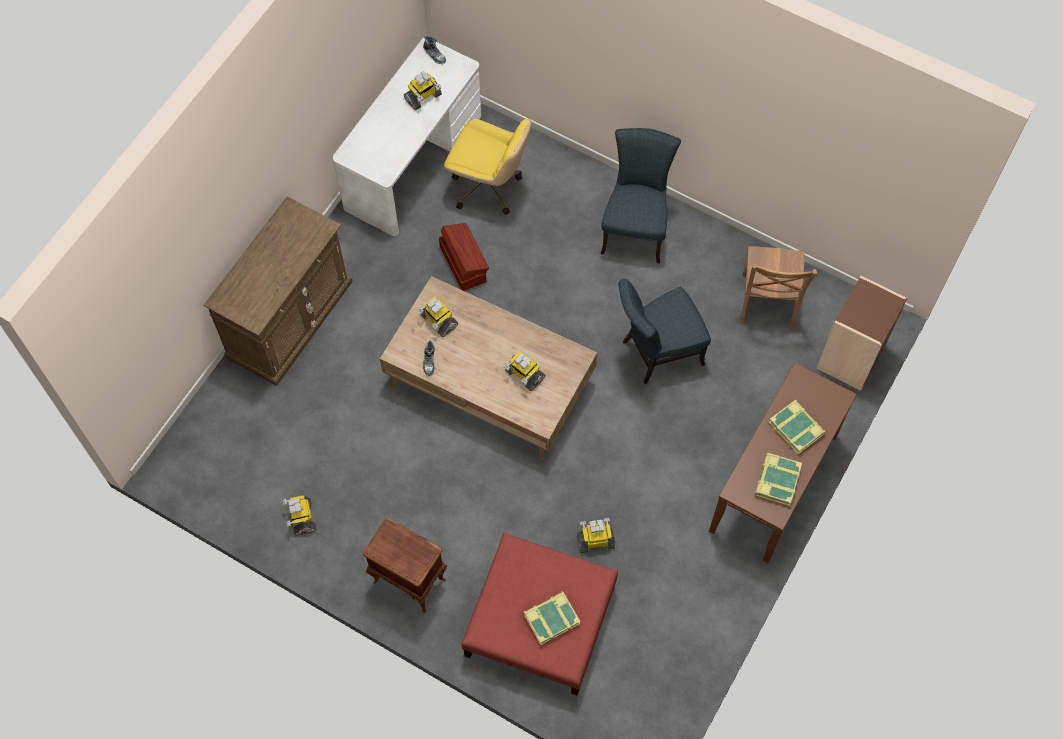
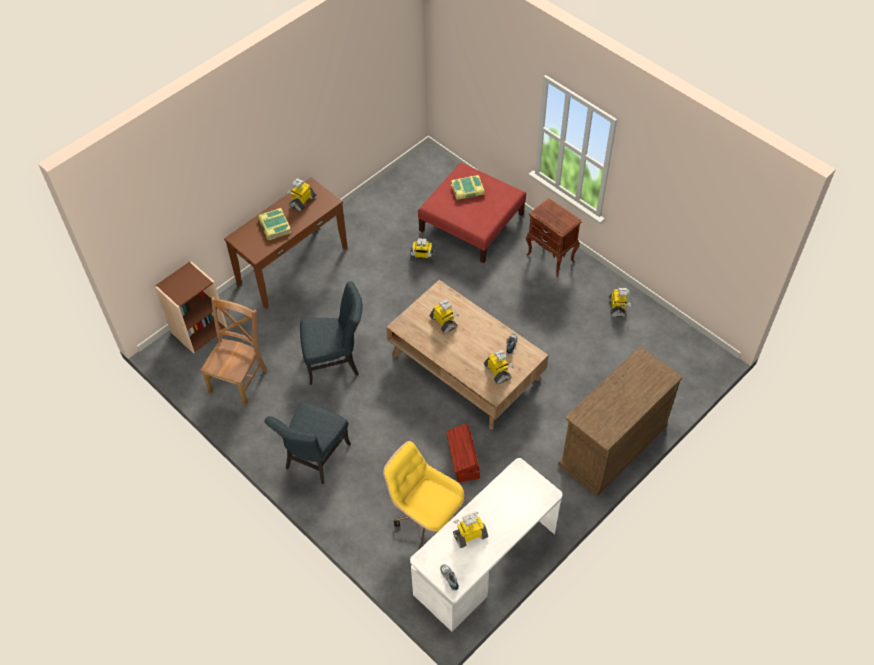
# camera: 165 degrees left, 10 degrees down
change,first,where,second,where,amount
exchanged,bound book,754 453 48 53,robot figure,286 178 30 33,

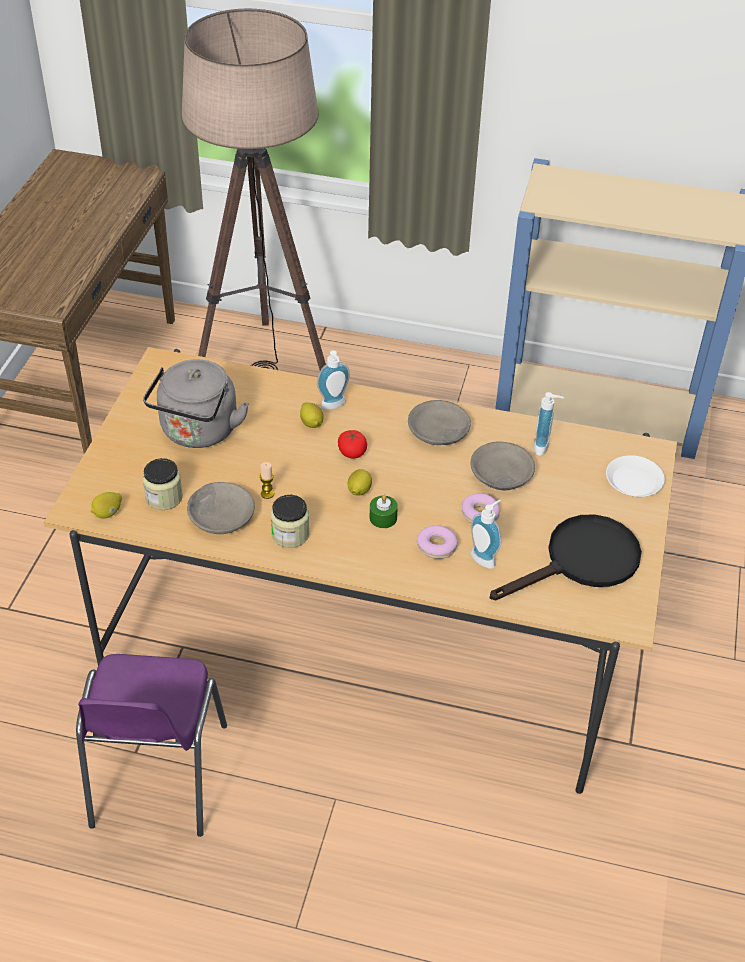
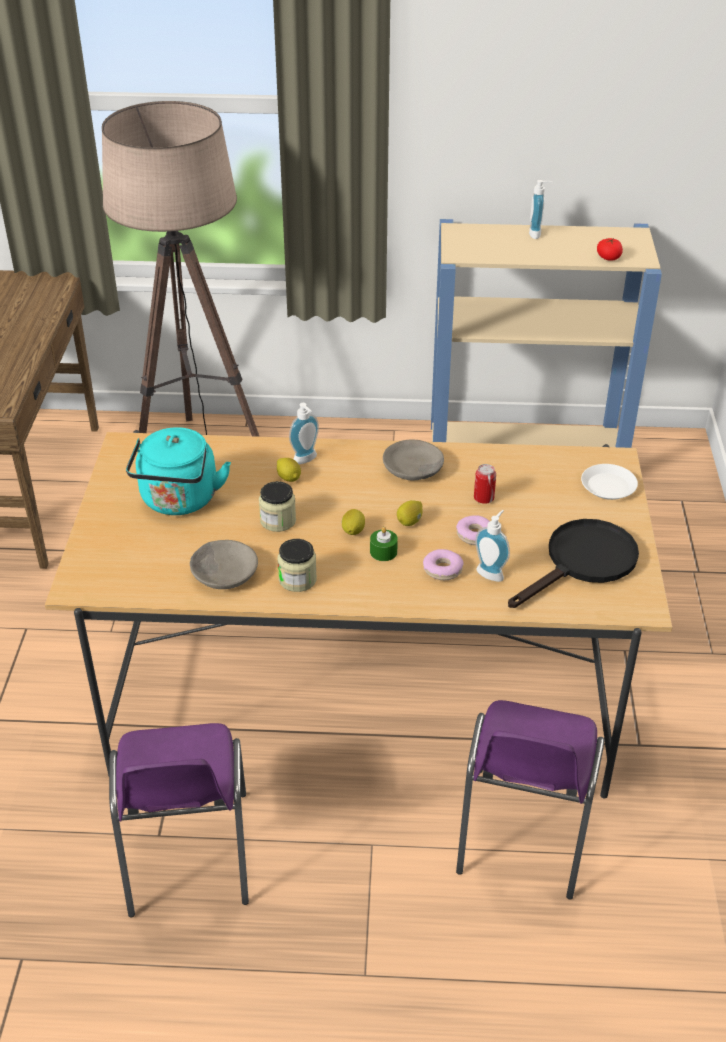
# camera: 10 degrees left, 5 degrees down
change,first,where,second,where,amount
colour,gray water kettle,143 359 106 89,turquoise-coloured water kettle,126 427 105 88,
relocated,soap dispenser,534 392 30 64,,529 180 23 59,
relocated,fresh tomato,338 430 29 29,,597 238 26 23,
exchanged,gray deep dish,470 442 65 48,sealed can,474 464 22 40,
relocated,preserve jar,142 458 41 52,,259 481 37 51,
missing,candle,260 462 14 37,,,
relocated,lemon,91 492 31 27,,397 500 26 26,
appeared,,,purple-coloured upright chair,456 700 148 199,

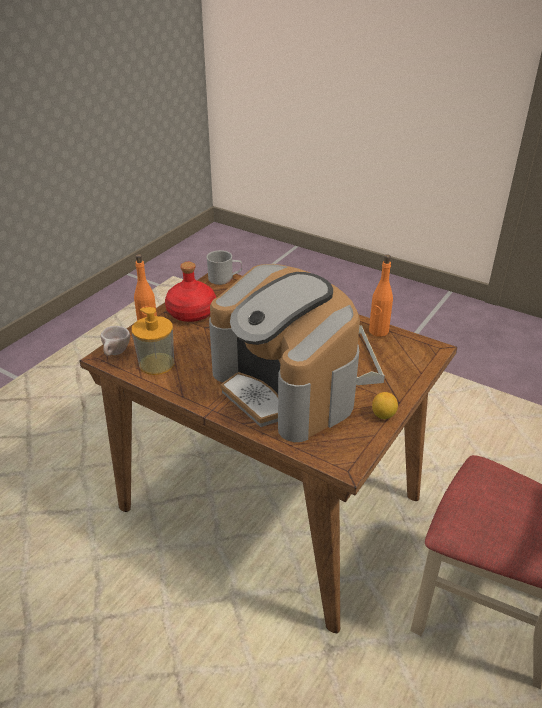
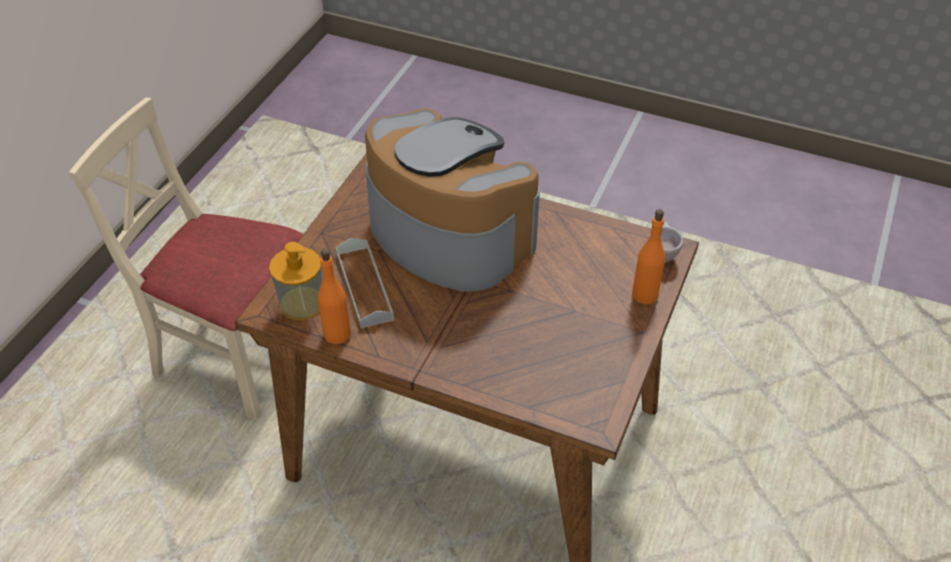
# camera: 170 degrees right, 10 degrees up
change,first,where,second,where,amount
missing,gray tea mug,206 250 36 35,,,
missing,reddish drink bottle,165 262 51 60,,,
relocated,soap dispenser,132 307 42 68,,269 242 54 78,
missing,lemon,372 392 26 27,,,

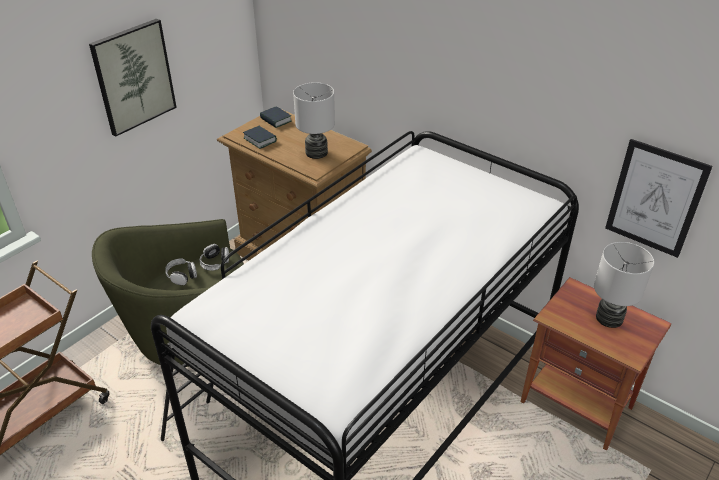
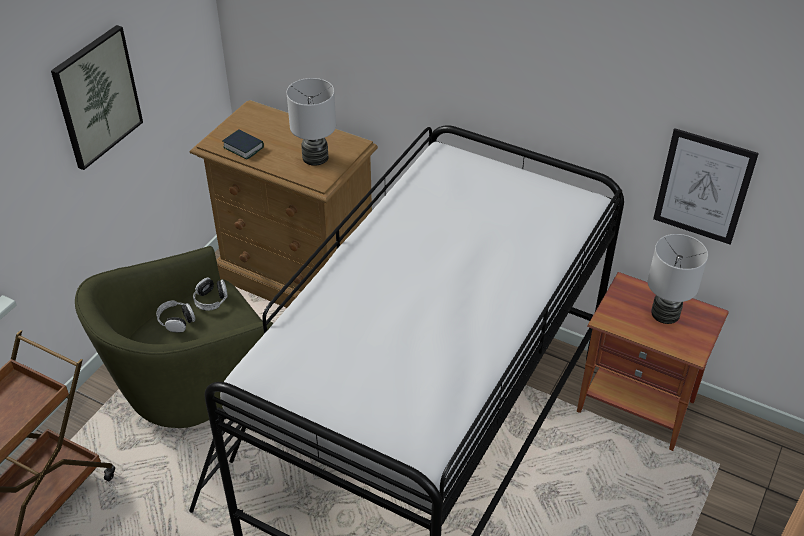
# camera: 10 degrees left, 5 degrees up
change,first,where,second,where,amount
missing,bound book,260 106 32 22,,,

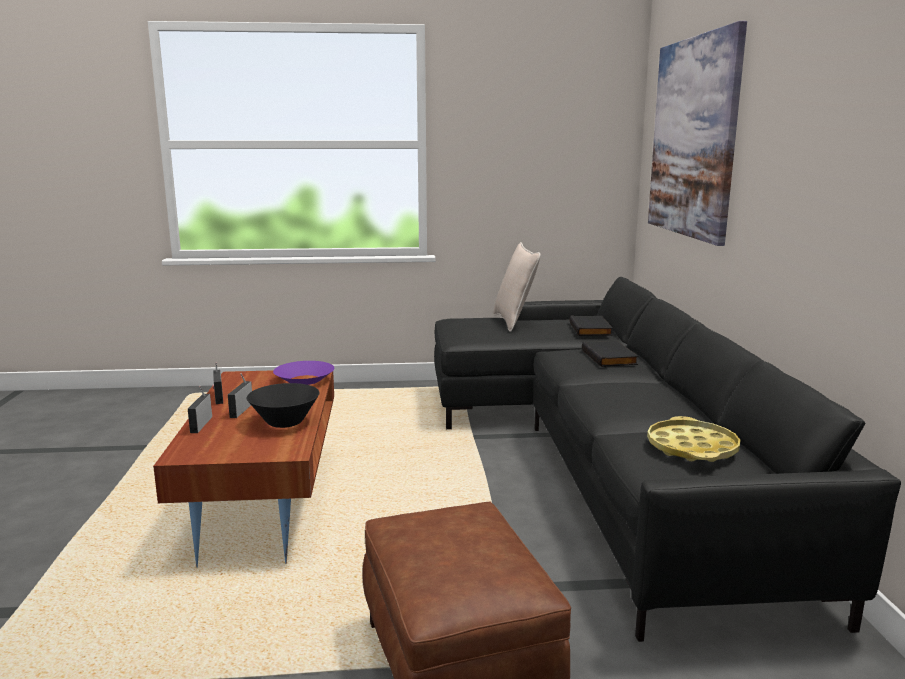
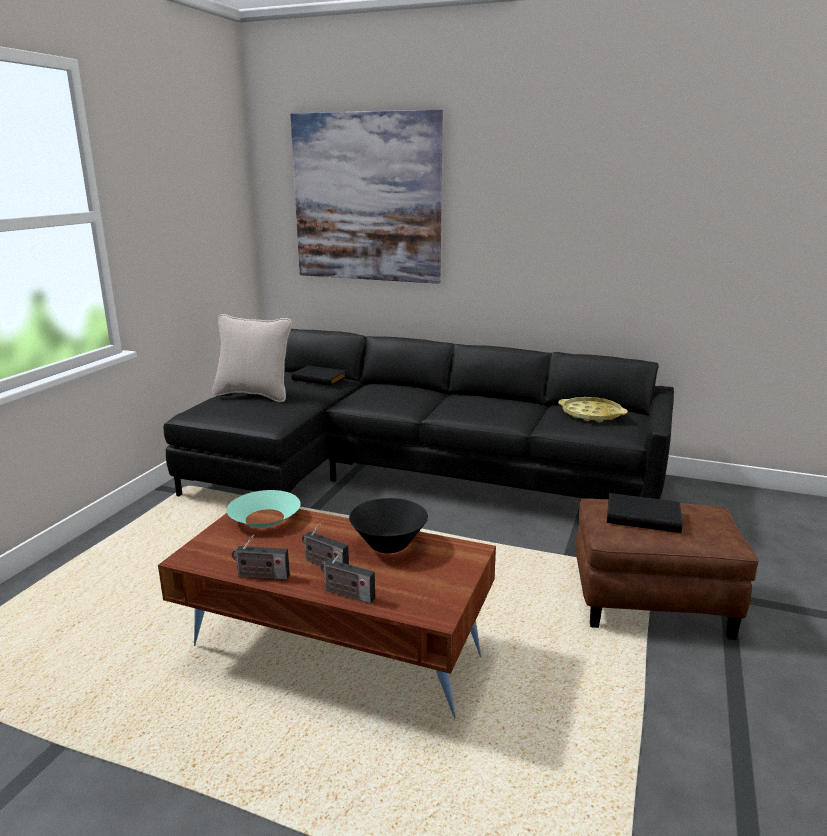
# camera: 65 degrees left, 5 degrees up
change,first,where,second,where,amount
relocated,black bound book,582 341 57 26,,607 493 76 40,
colour,purple-coloured deep dish,273 361 61 24,turquoise-coloured deep dish,226 490 75 38,

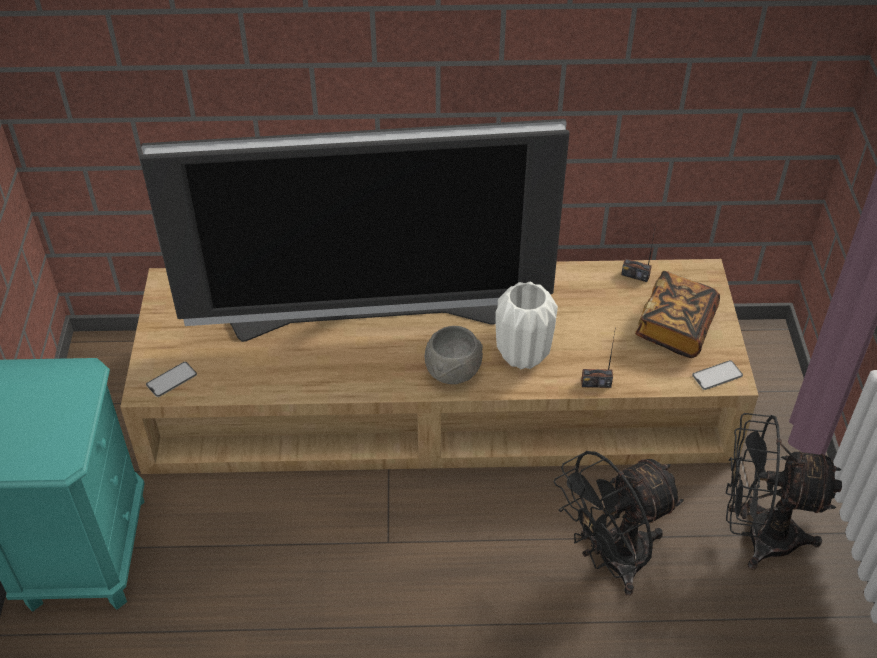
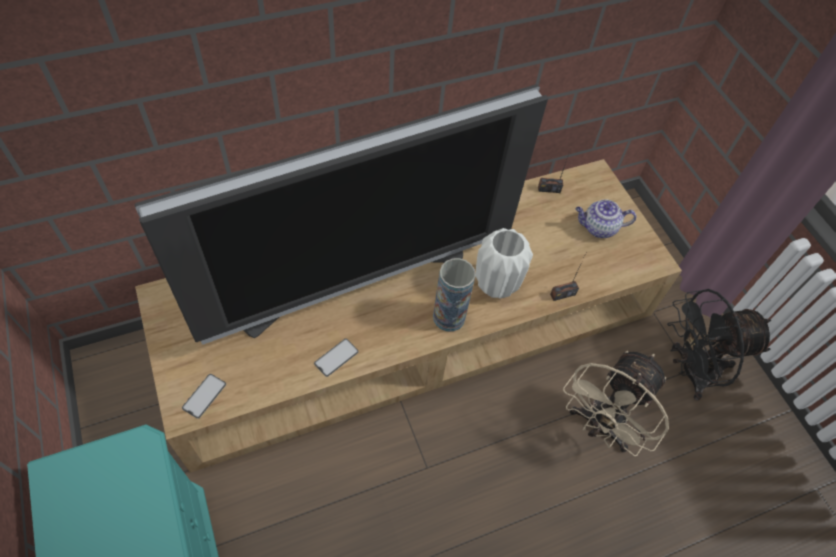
# camera: 25 degrees left, 10 degrees up
change,first,where,second,where,amount
exchanged,bound book,635 271 85 87,tea pot,575 199 61 39,
exchanged,gray deep dish,425 326 58 58,decorative vase,433 258 43 74,
relocated,telephone,692 360 51 30,,314 339 45 38,
colour,black electric fan,554 451 130 144,beige electric fan,563 351 106 105,

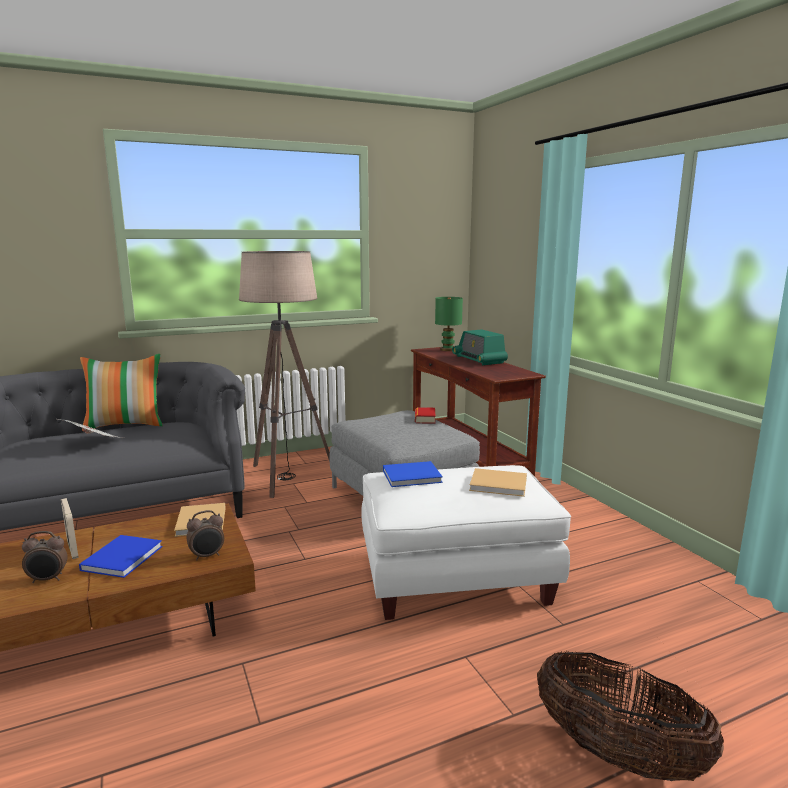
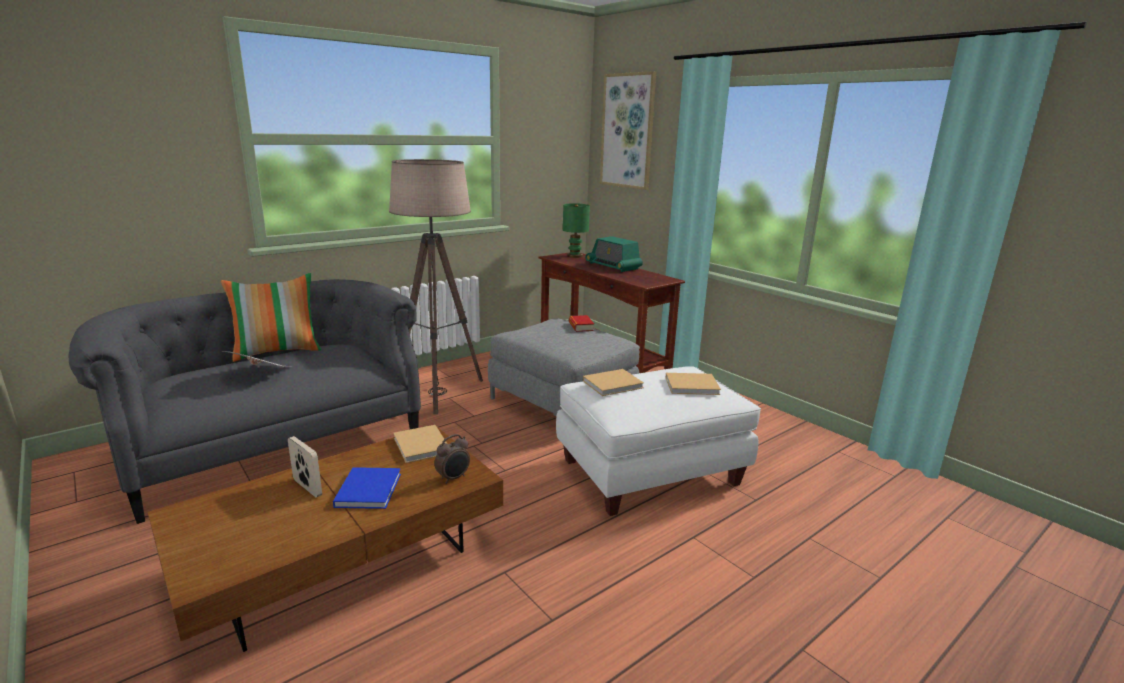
# camera: 15 degrees left, 5 degrees up
change,first,where,second,where,amount
colour,bluish bound book,383 461 60 26,beige bound book,583 369 61 27,
missing,bedside clock,22 531 46 52,,,
missing,basket,537 651 187 130,,,
appeared,,,wall picture,600 71 56 119,

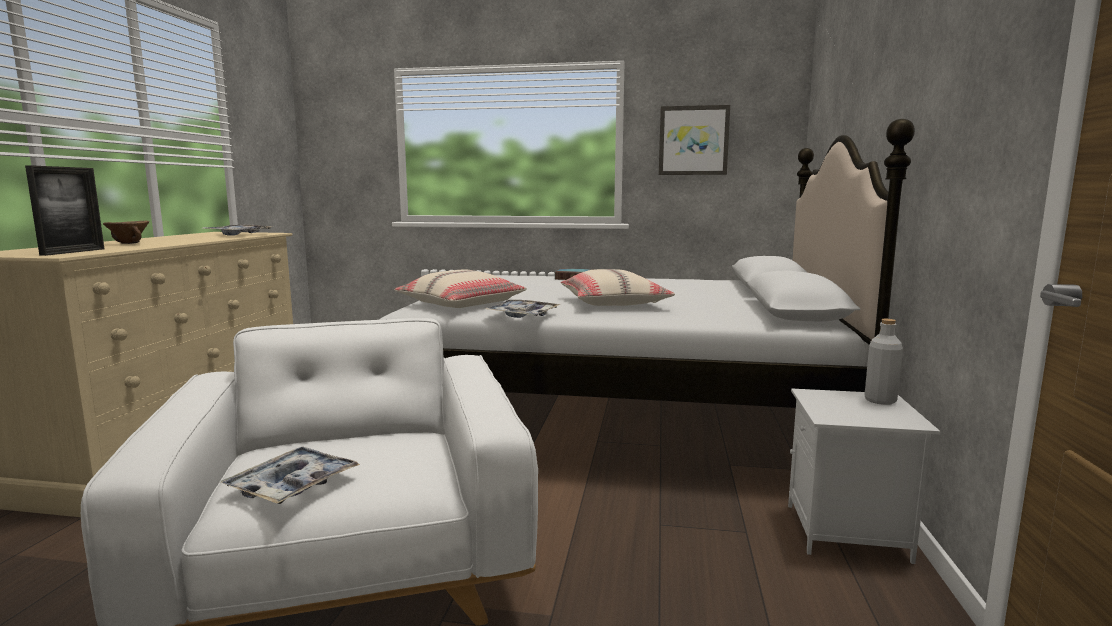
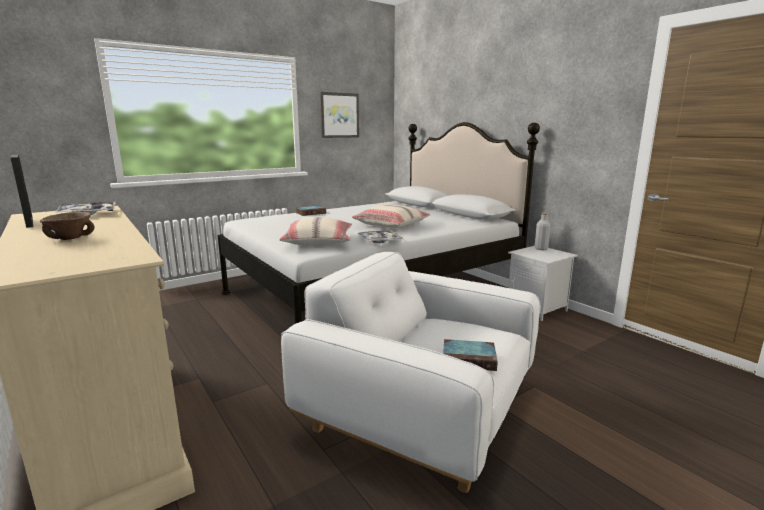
# camera: 45 degrees left, 5 degrees up
change,first,where,second,where,amount
relocated,photo frame,25 165 79 91,,10 155 23 73,
exchanged,tray,220 447 140 57,bound book,443 339 55 32,

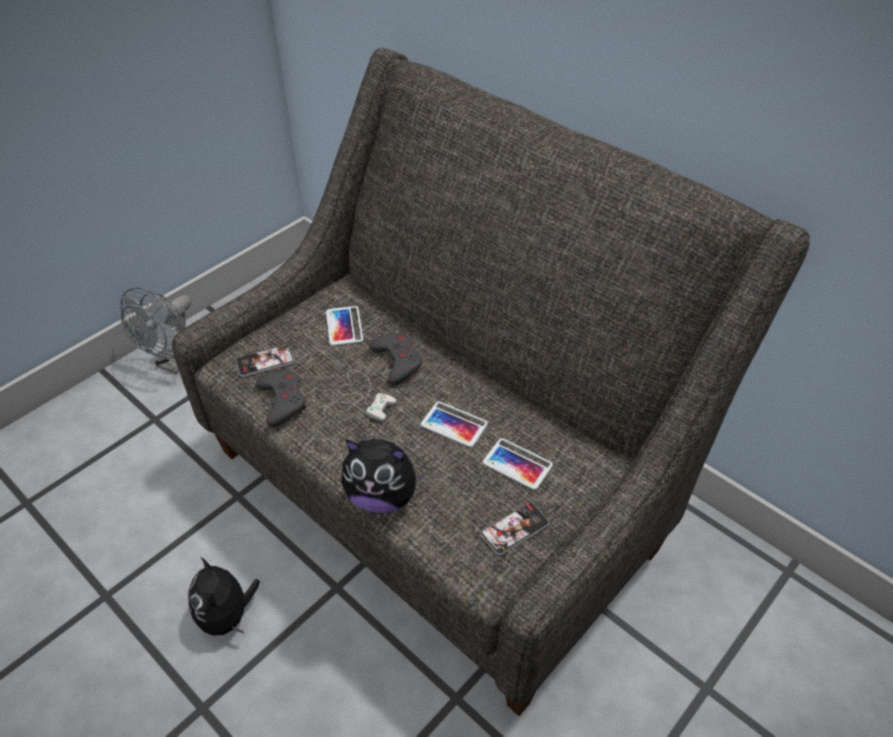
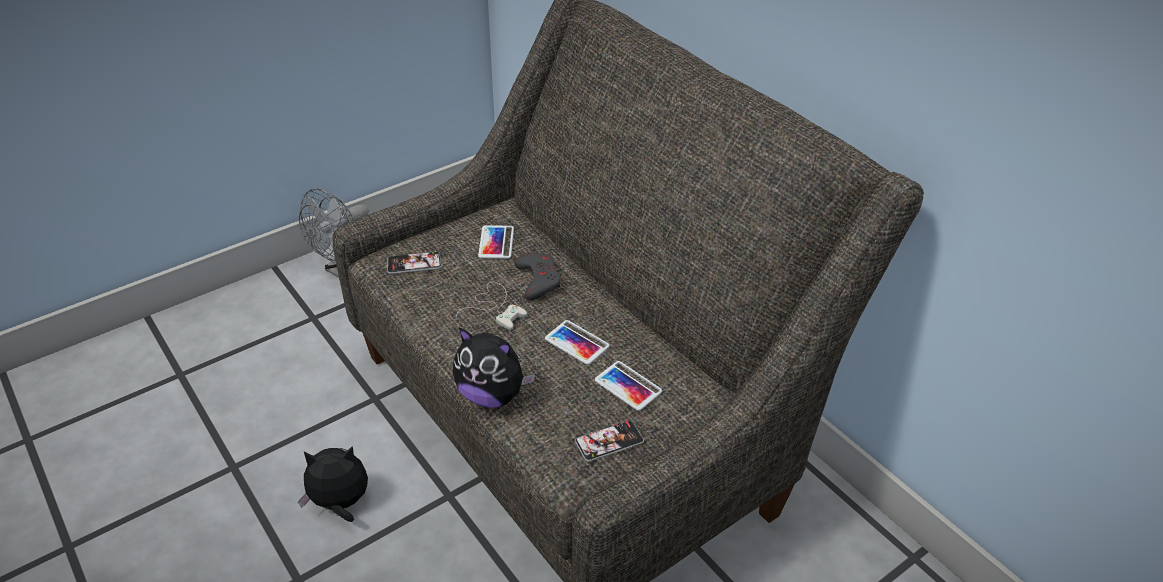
# camera: 10 degrees right, 5 degrees down
change,first,where,second,where,amount
missing,gray joypad,256 371 50 56,,,
spun,soft toy,188 557 72 79,,298 446 70 76,90 degrees clockwise

